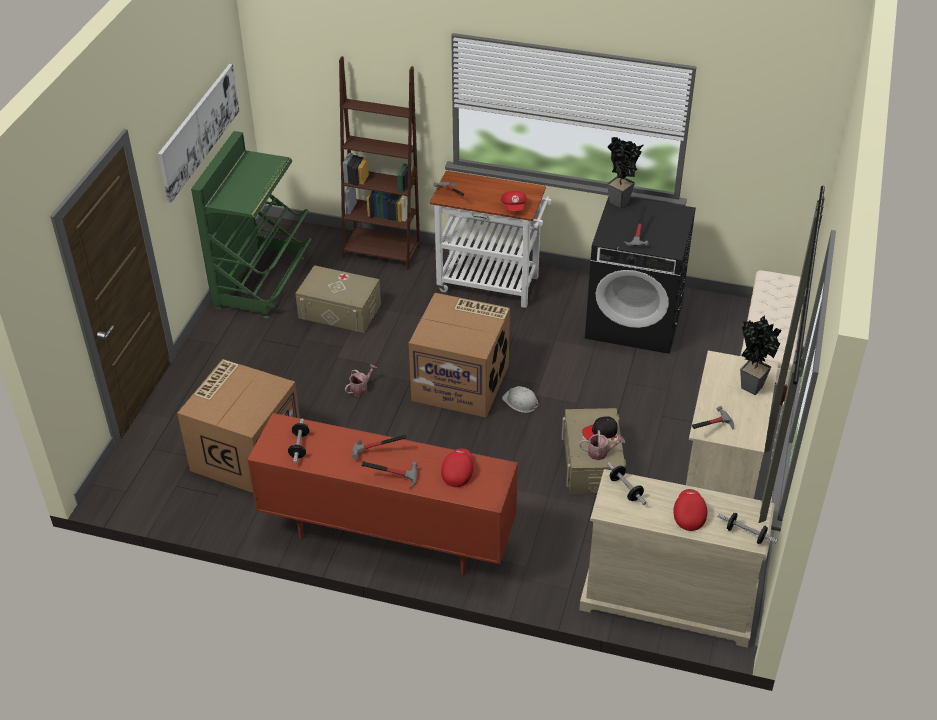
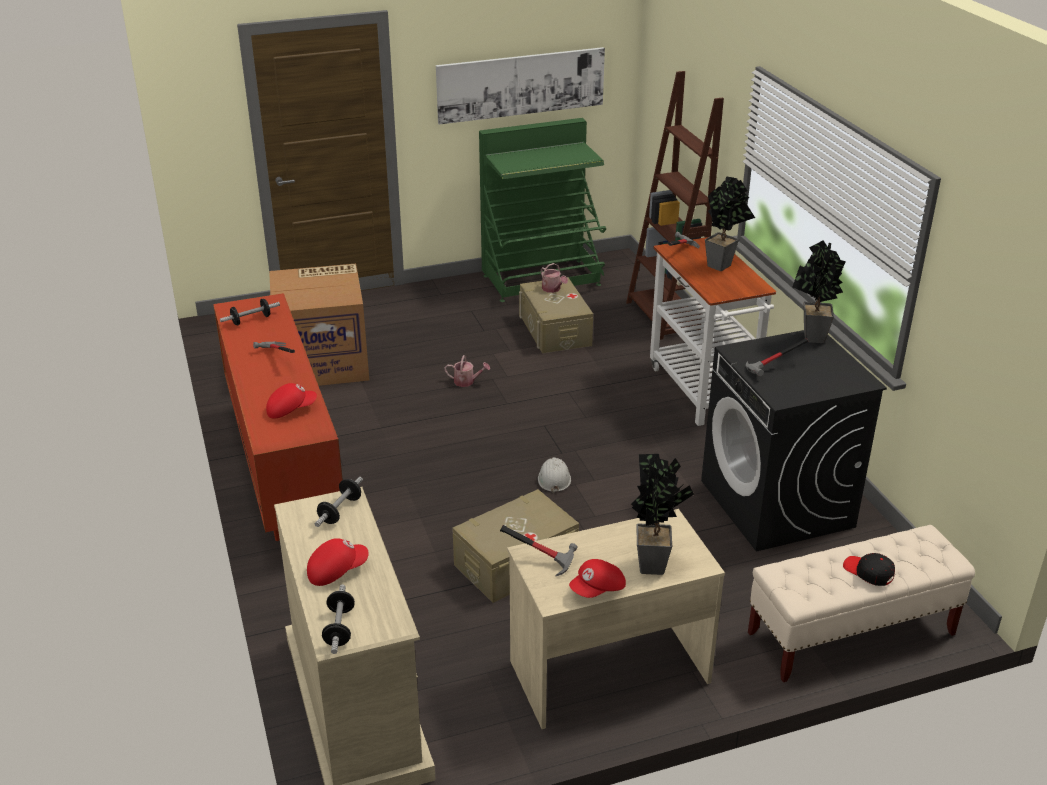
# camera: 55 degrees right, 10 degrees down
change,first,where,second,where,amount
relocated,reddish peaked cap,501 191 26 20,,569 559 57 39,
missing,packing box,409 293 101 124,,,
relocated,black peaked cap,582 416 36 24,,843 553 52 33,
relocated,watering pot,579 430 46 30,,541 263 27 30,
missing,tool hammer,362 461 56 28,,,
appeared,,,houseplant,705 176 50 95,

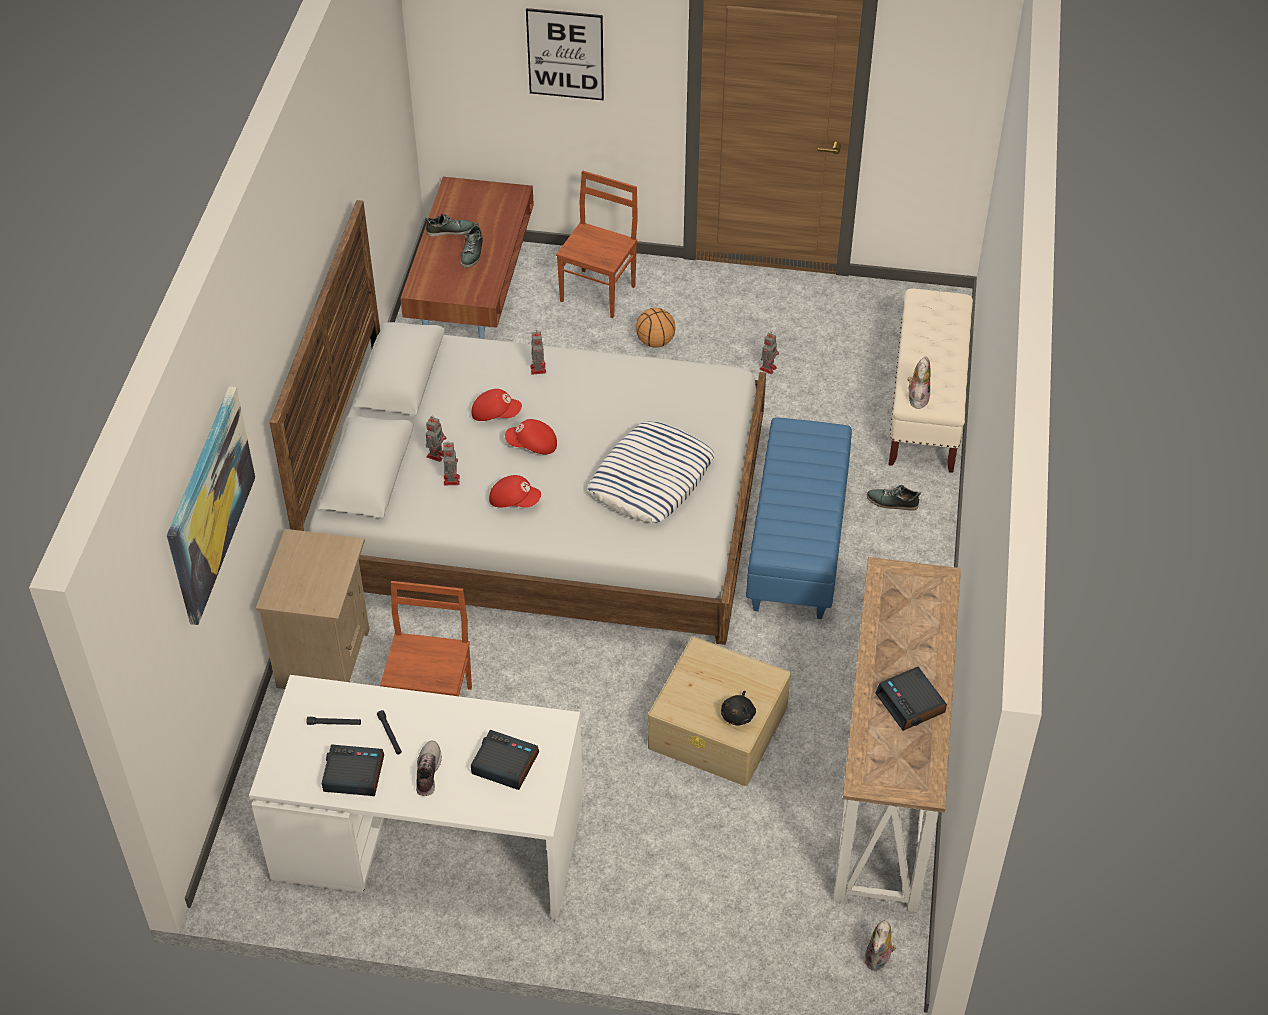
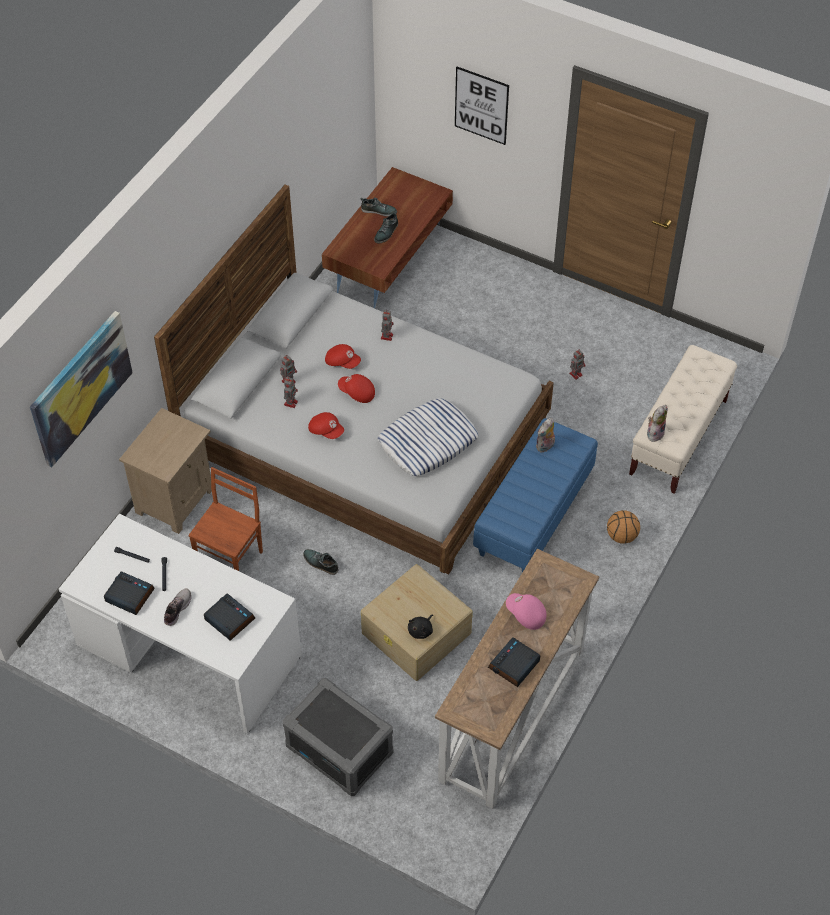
# camera: 20 degrees right, 5 degrees up
change,first,where,second,where,amount
missing,brownish upright chair,556 170 82 148,,,
relocated,basketball ball,636 308 40 40,,607 510 33 34,
relocated,item of footwear,867 485 54 26,,303 549 35 26,
spun,bedside clock,876 667 71 64,,488 637 52 50,45 degrees clockwise
relocated,soft toy,864 920 32 51,,536 418 19 34,
appeared,,,pink peaked cap,506 593 41 37,
appeared,,,gray storage bin,283 678 111 118,

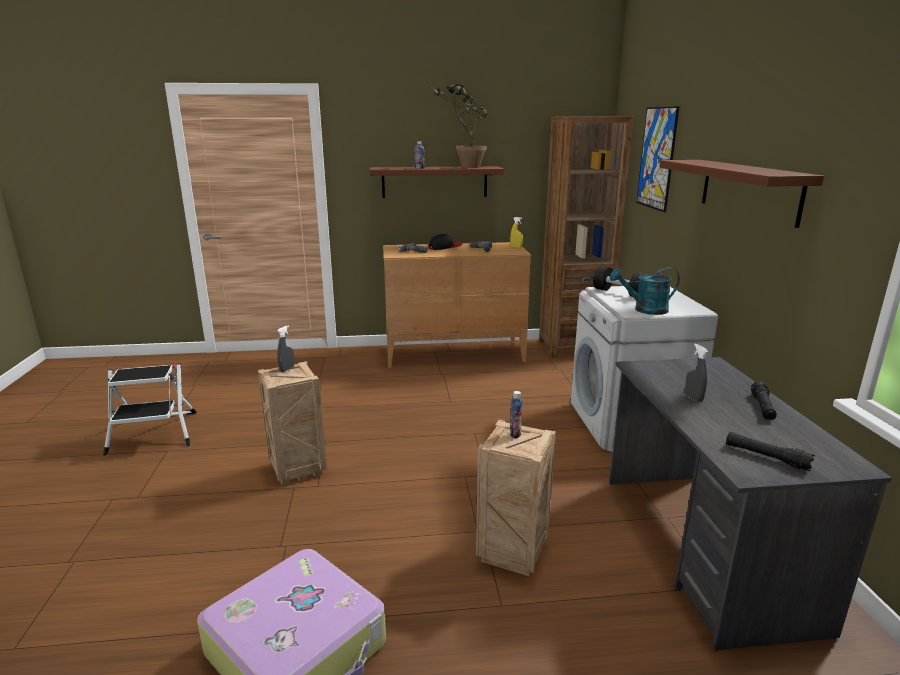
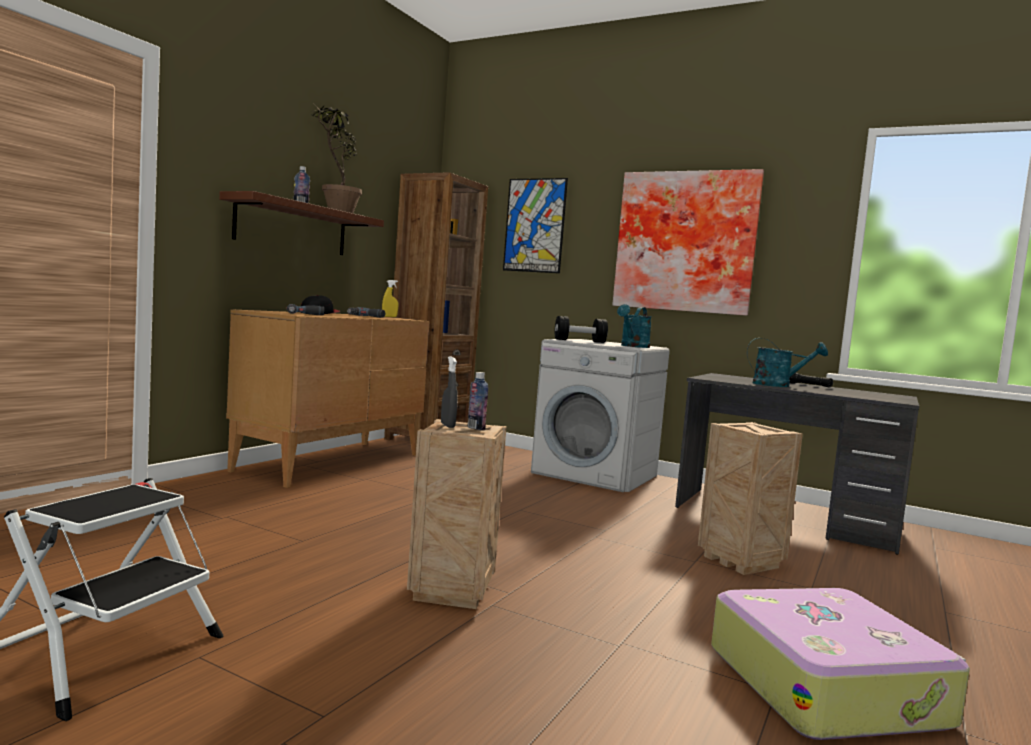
# camera: 55 degrees left, 15 degrees down
change,first,where,second,where,amount
exchanged,brownish bracket shelf,659 160 165 68,wall picture,612 169 152 147,
exchanged,gray sprayer,685 344 23 58,turquoise-coloured watering pot,747 338 81 49,
relocated,drink bottle,510 391 13 47,,468 372 20 58,
missing,black hand torch,726 432 89 39,,,

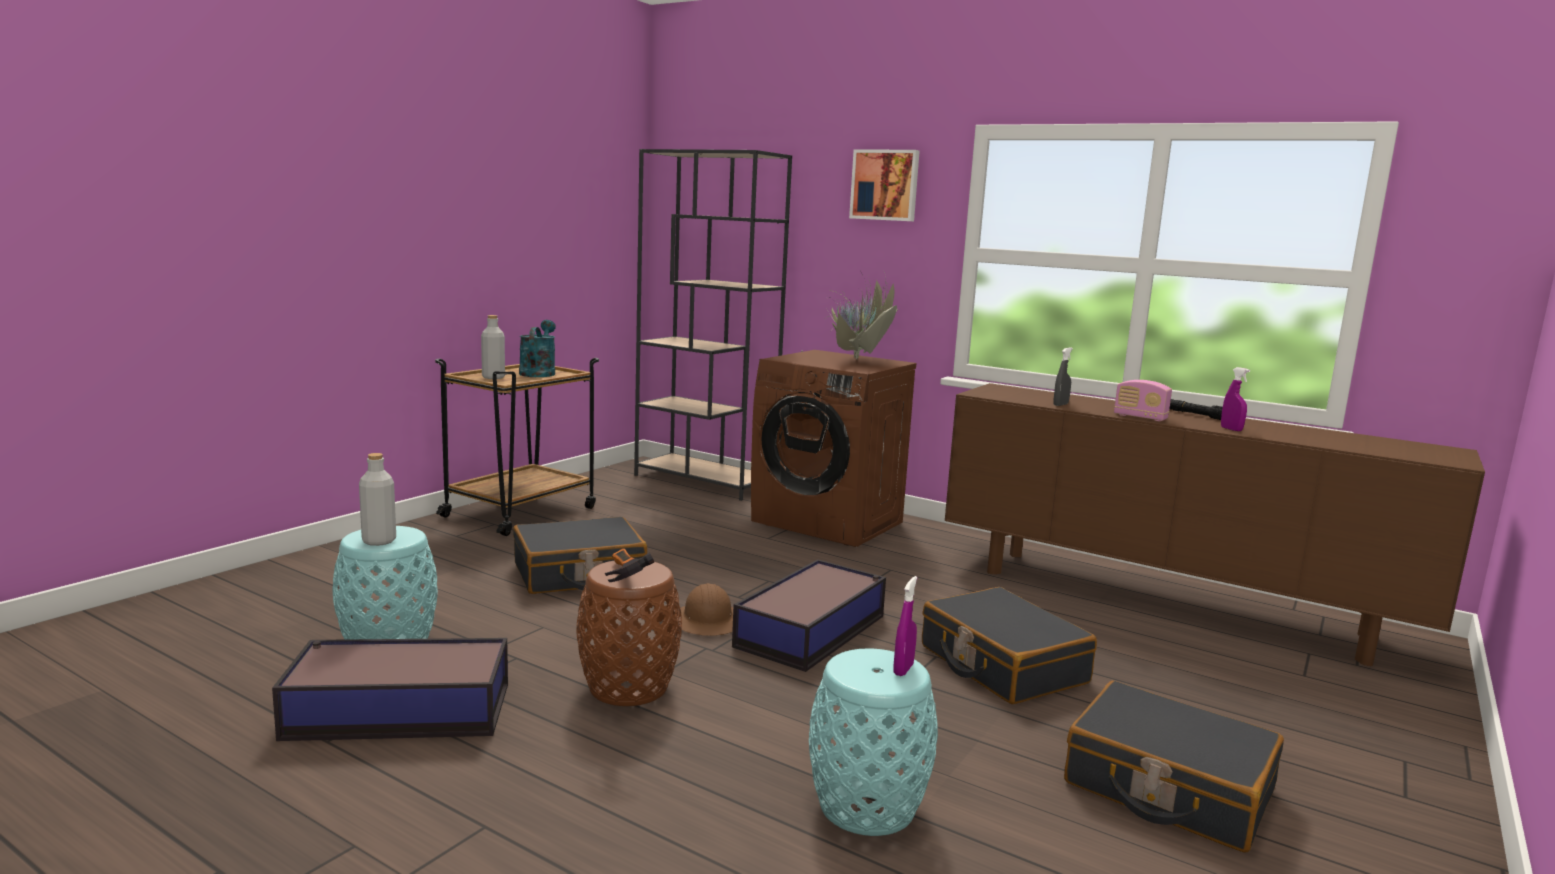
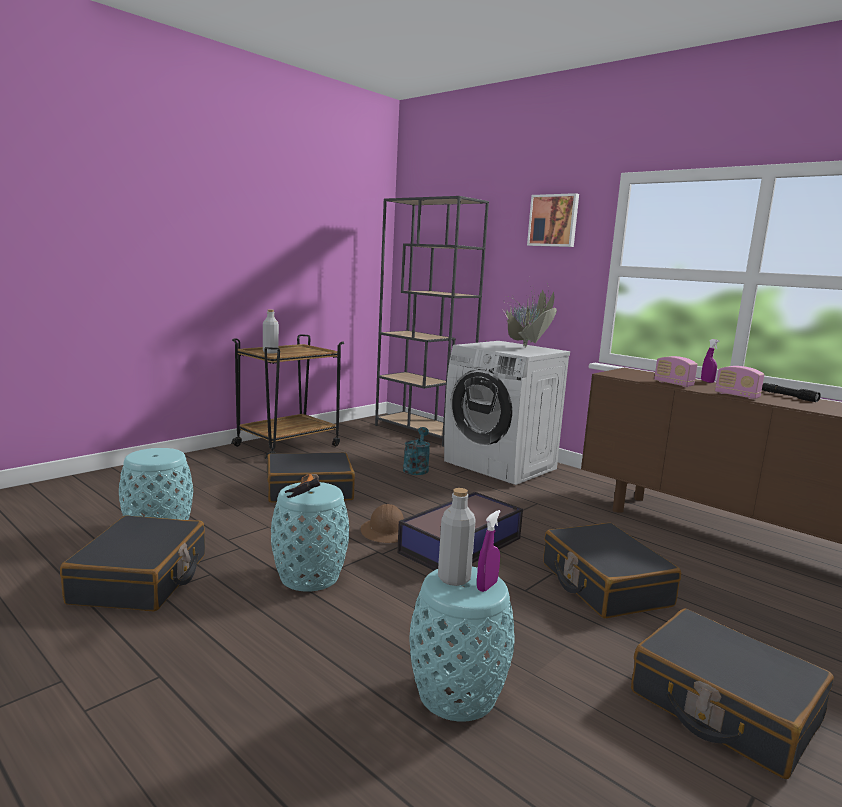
# camera: 10 degrees right, 0 degrees up
change,first,where,second,where,amount
relocated,turquoise-coloured watering pot,519 320 37 57,,403 427 27 48,
exchanged,gray sprayer,1054 347 19 59,radio,654 356 44 31,
colour,brownish laundry machine,751 350 166 197,whitish laundry machine,444 341 126 144,
relocated,purple-coloured sprayer,1221 367 29 64,,701 339 18 44,
relocated,gray drink bottle,359 453 37 93,,438 488 38 98,
colour,brownish sitting stool,577 561 105 145,turquoise-coloured sitting stool,271 482 78 110,
exchanged,storage bin,272 638 236 103,black travel case,60 516 145 95,

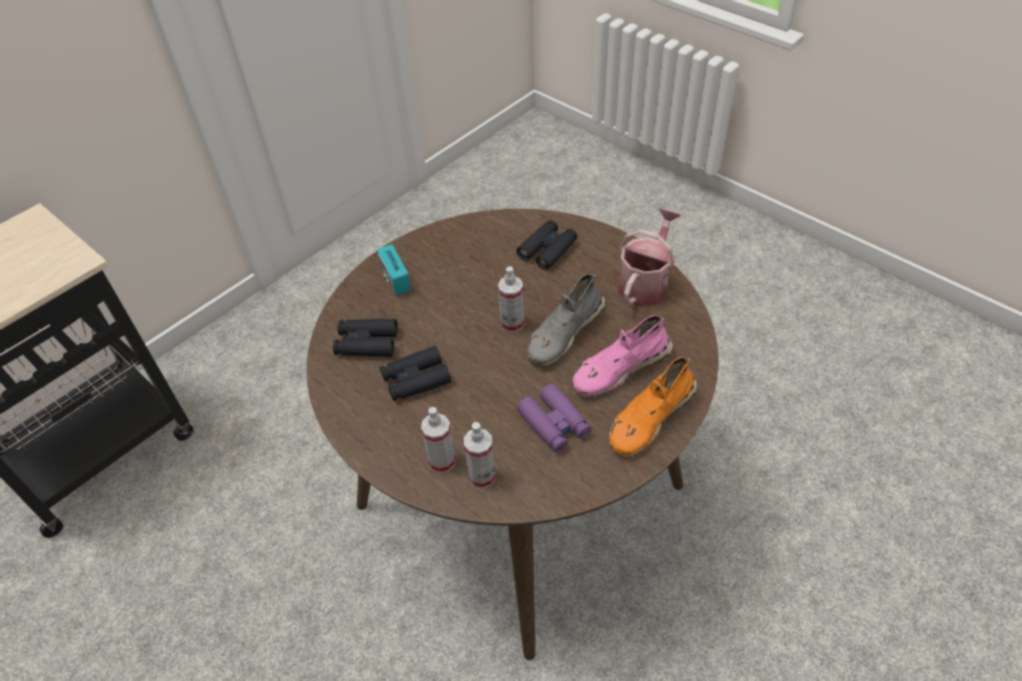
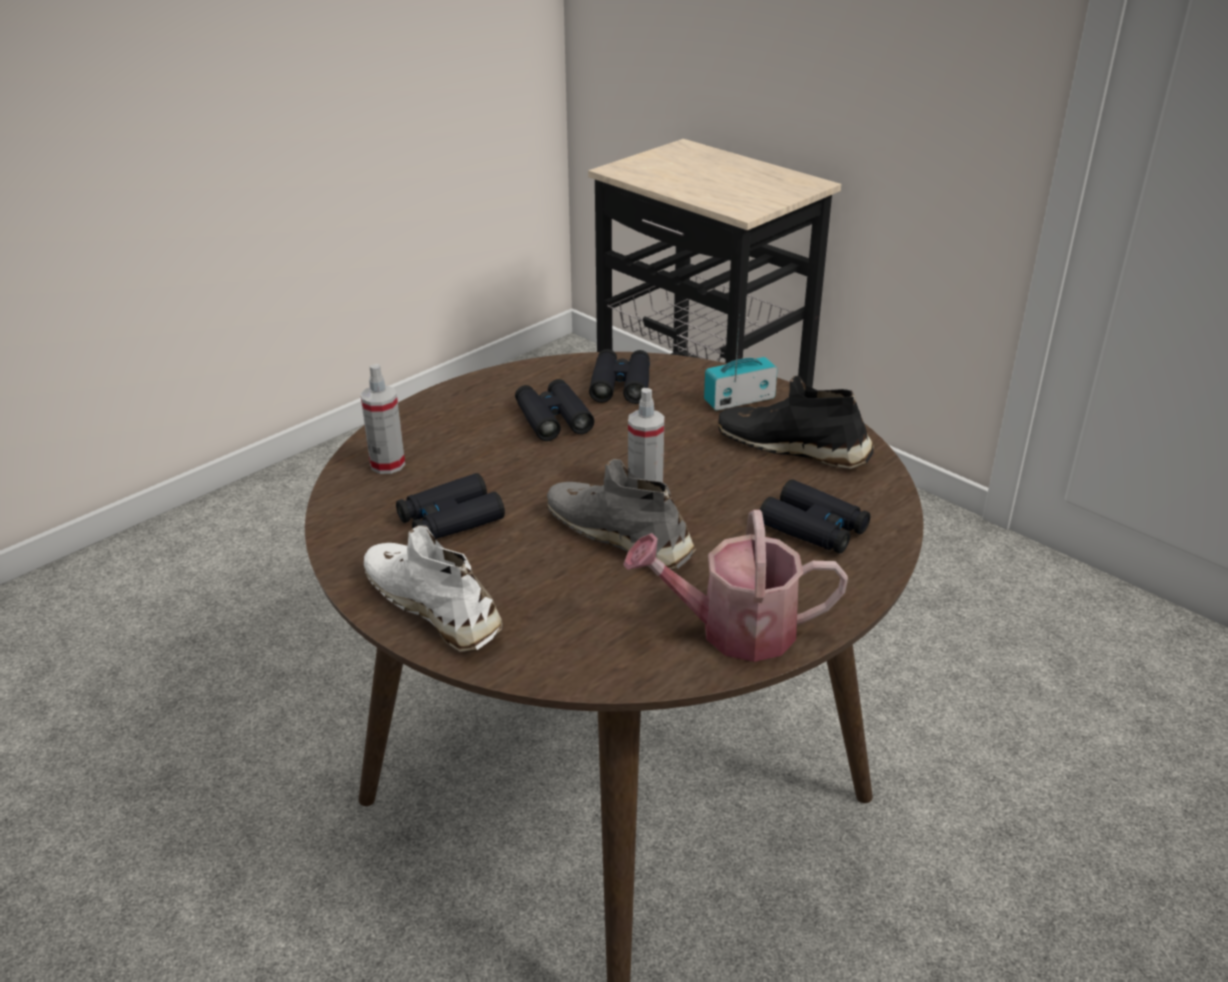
# camera: 90 degrees right, 15 degrees down
change,first,where,second,where,amount
spun,watering pot,618 208 63 99,,623 510 225 152,150 degrees clockwise
missing,pink item of footwear,572 315 103 82,,,
colour,orangey item of footwear,609 357 89 100,whitish item of footwear,364 526 139 126,
colour,purple-coloured binoculars,517 384 74 69,black binoculars,396 473 109 66,
missing,sprayer,421 407 35 66,,,
appeared,,,black item of footwear,719 376 155 93,

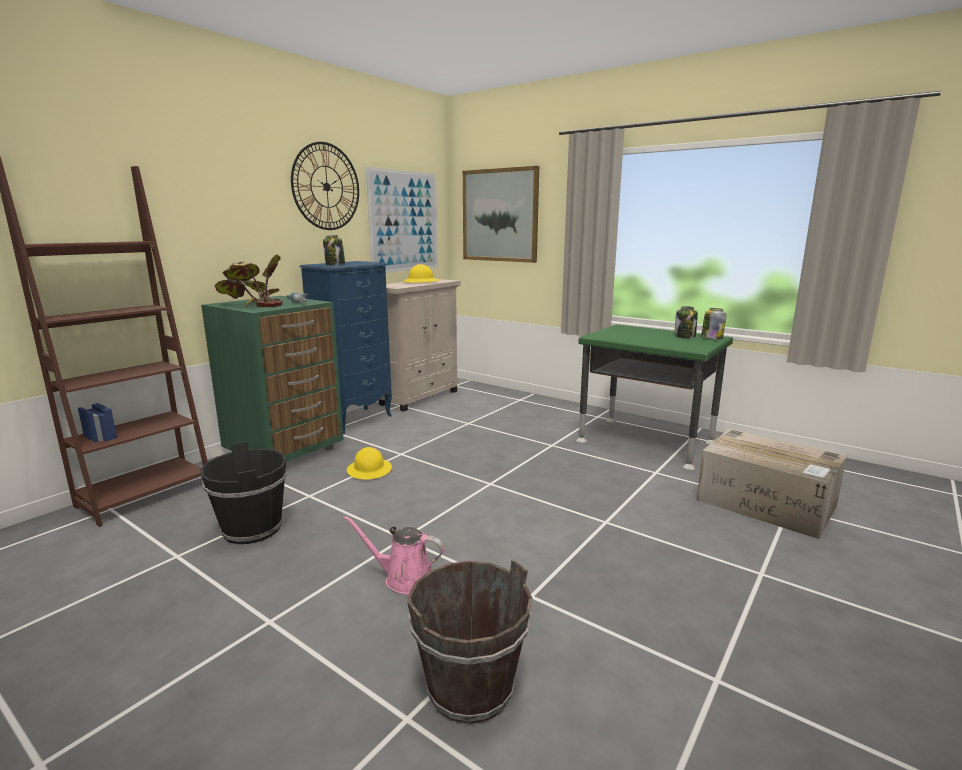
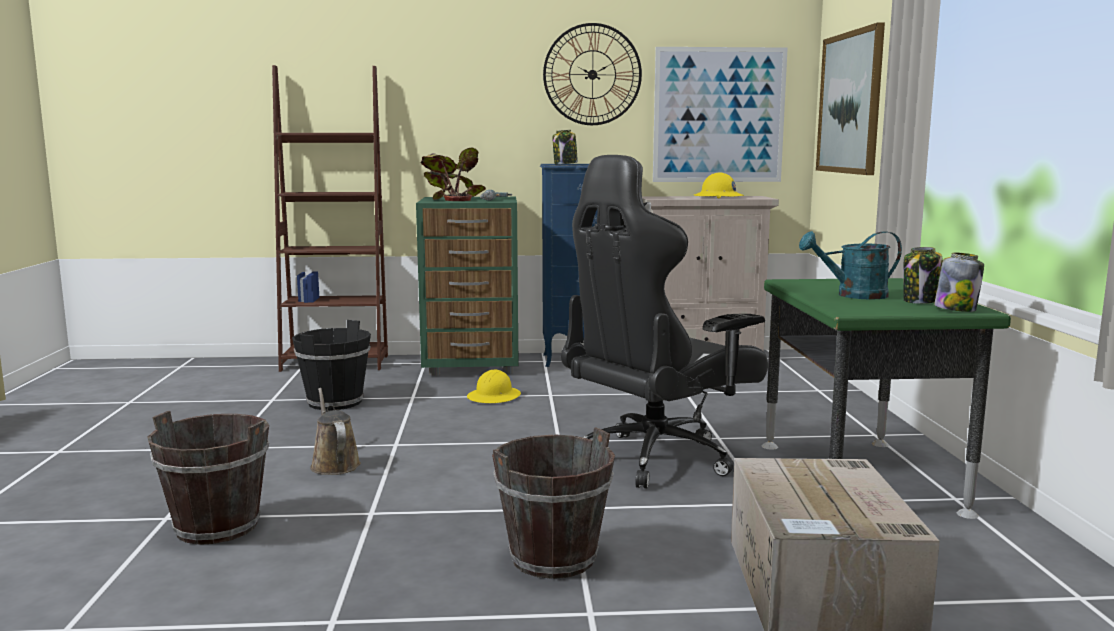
# camera: 50 degrees right, 5 degrees down
change,first,where,second,where,amount
colour,pink watering pot,344 516 100 78,brownish watering pot,310 388 51 87,
appeared,,,black computer chair,561 155 207 333,
appeared,,,turquoise-coloured watering pot,799 231 103 68,
appeared,,,brownish pail,492 427 123 152,

